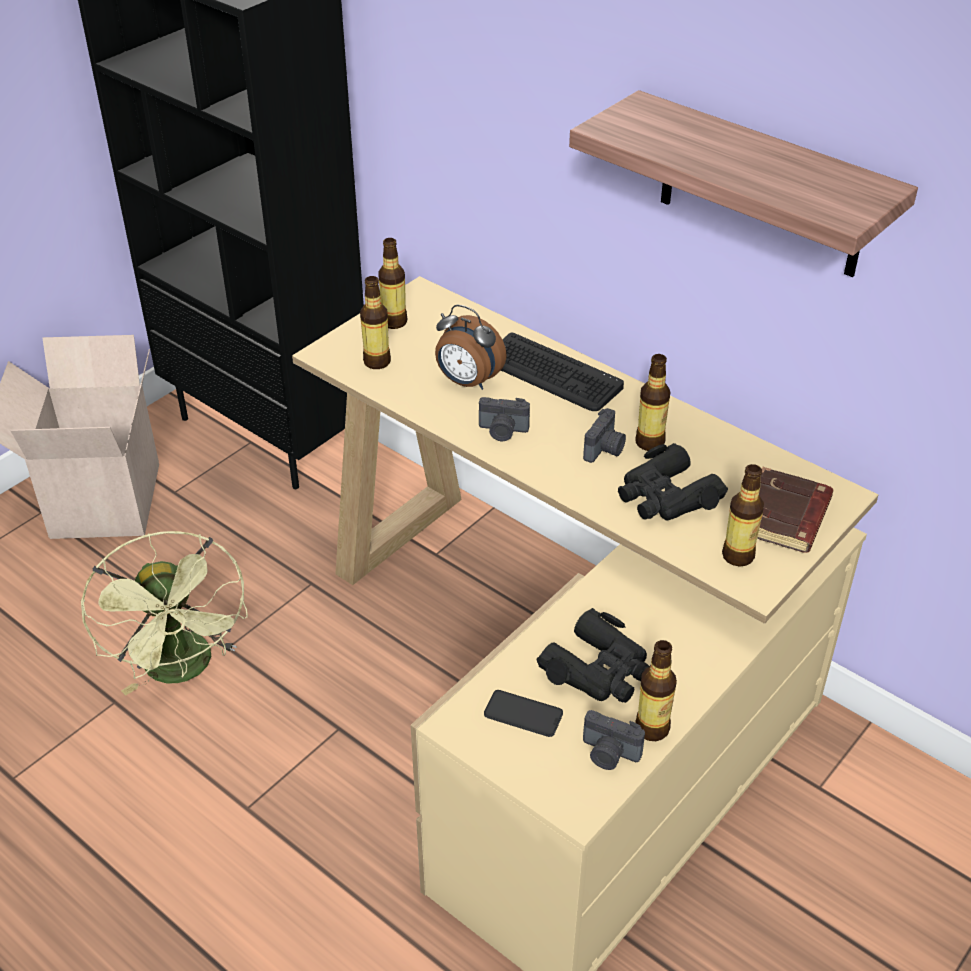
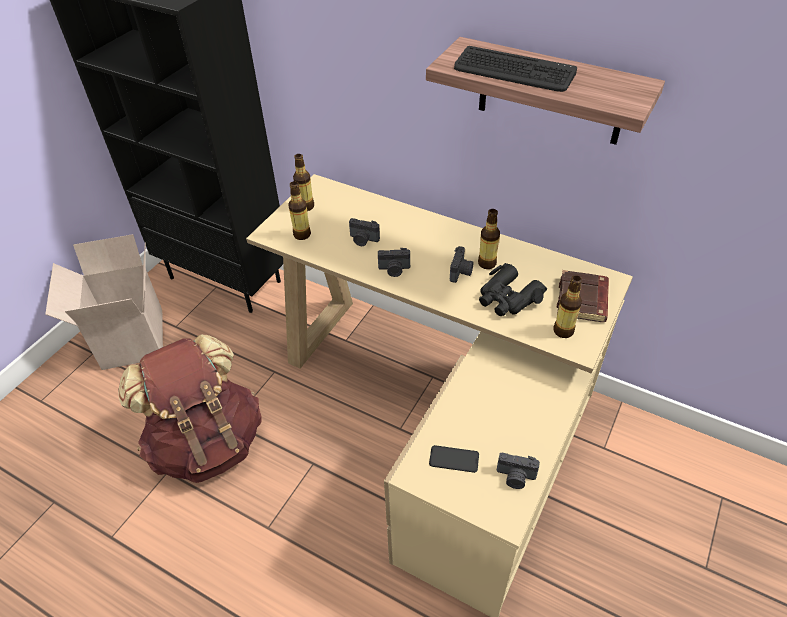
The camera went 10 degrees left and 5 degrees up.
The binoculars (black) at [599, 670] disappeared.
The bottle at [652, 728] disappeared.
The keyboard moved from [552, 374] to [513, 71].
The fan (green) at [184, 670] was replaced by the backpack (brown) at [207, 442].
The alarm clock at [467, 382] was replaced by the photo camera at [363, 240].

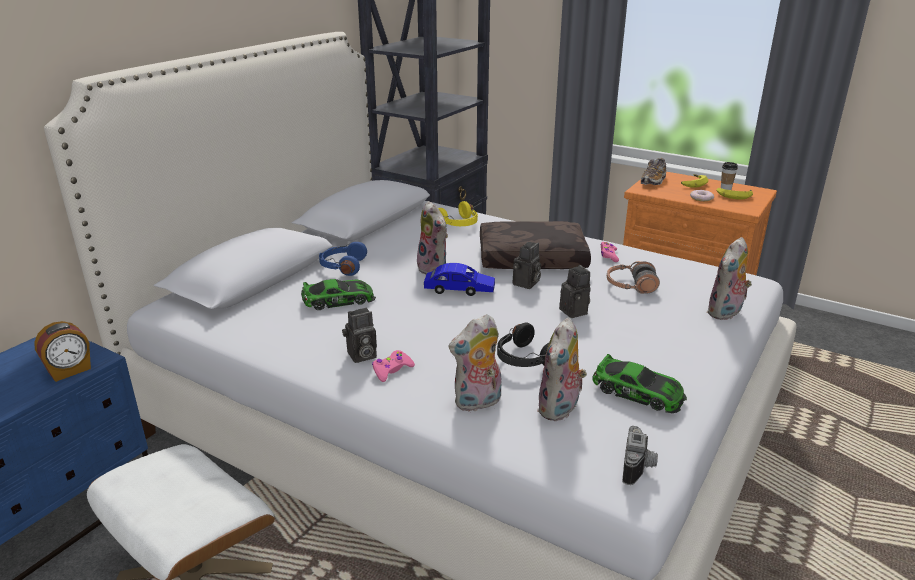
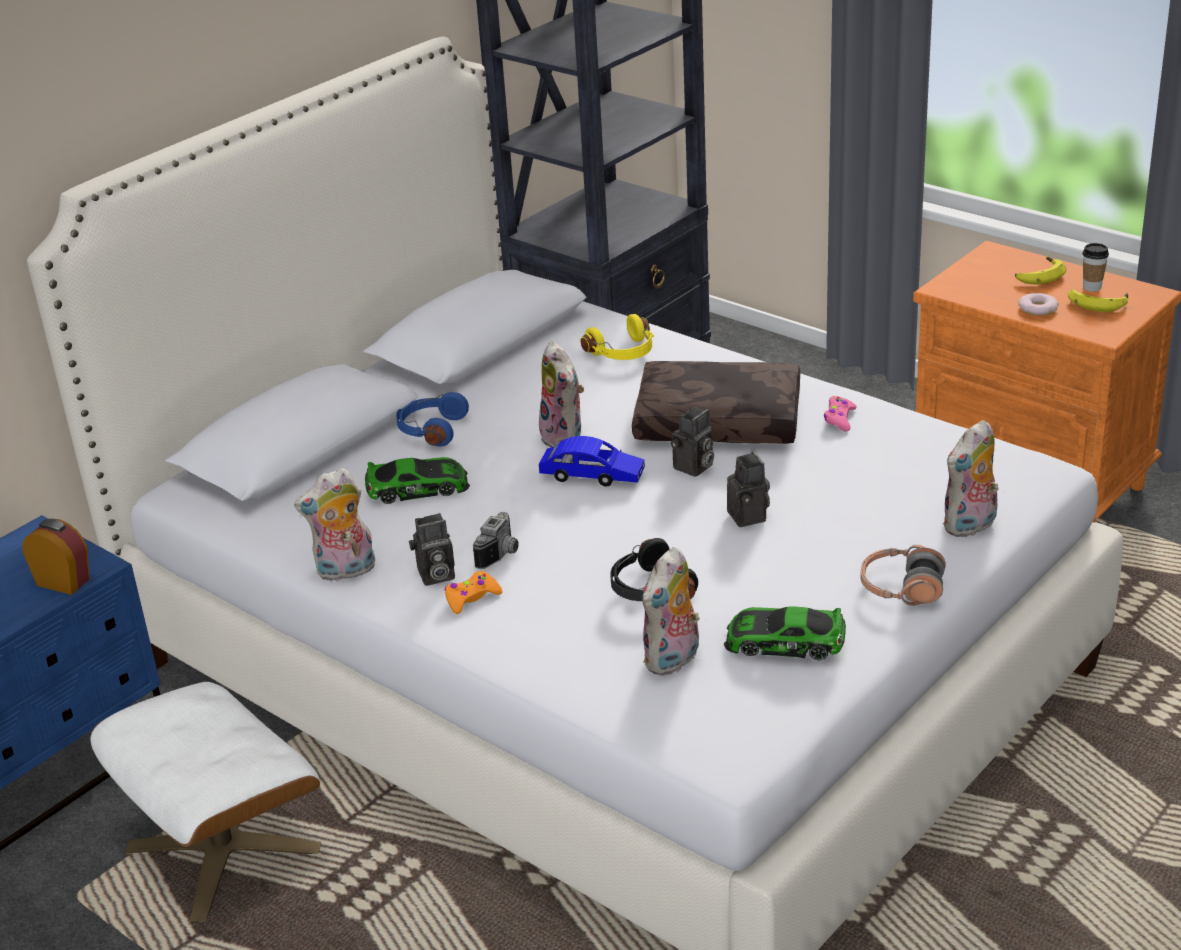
The camera went 10 degrees right and 5 degrees up.
The shoe at [653, 181] disappeared.
The plush toy moved from [478, 403] to [345, 571].
The headphones moved from [631, 286] to [901, 588].
The photo camera moved from [639, 467] to [502, 554].
The game controller (pink) at [392, 370] became the game controller (orange) at [471, 598].
The alarm clock at [70, 371] turned 120 degrees counterclockwise.
The toy car at [638, 392] turned 150 degrees clockwise.

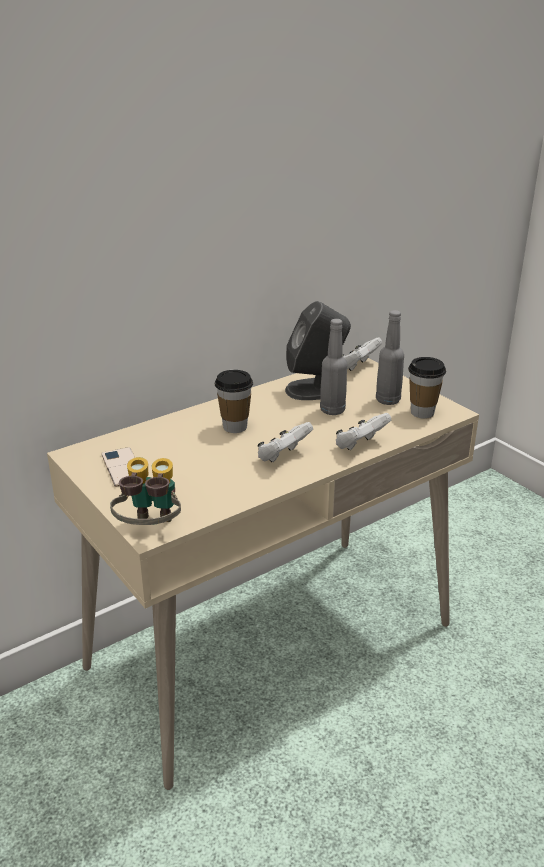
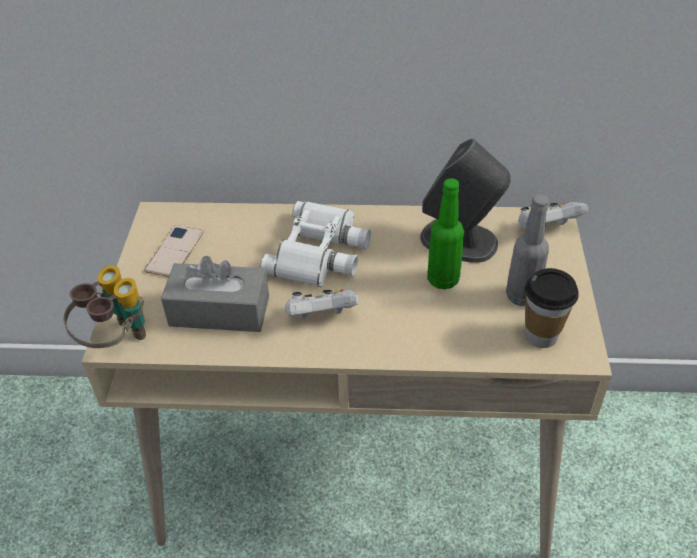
The camera went 40 degrees right and 15 degrees up.
The game controller (white) at [360, 445] disappeared.
The tissue box (grey) at [219, 311] appeared.
The cup at [235, 427] was replaced by the binoculars (white) at [321, 252].
The bottle (grey) at [332, 410] became the bottle (green) at [443, 279].

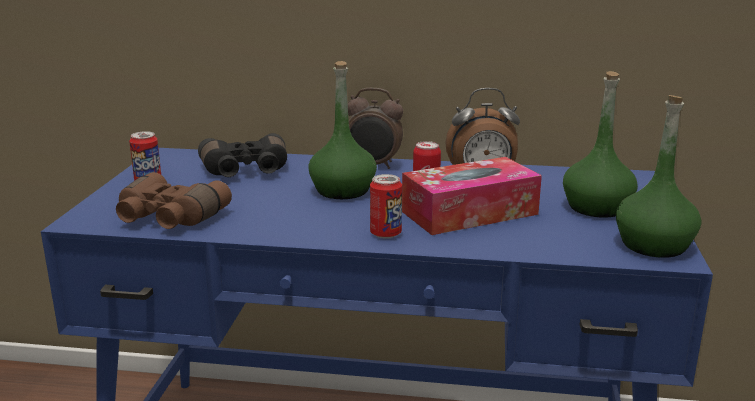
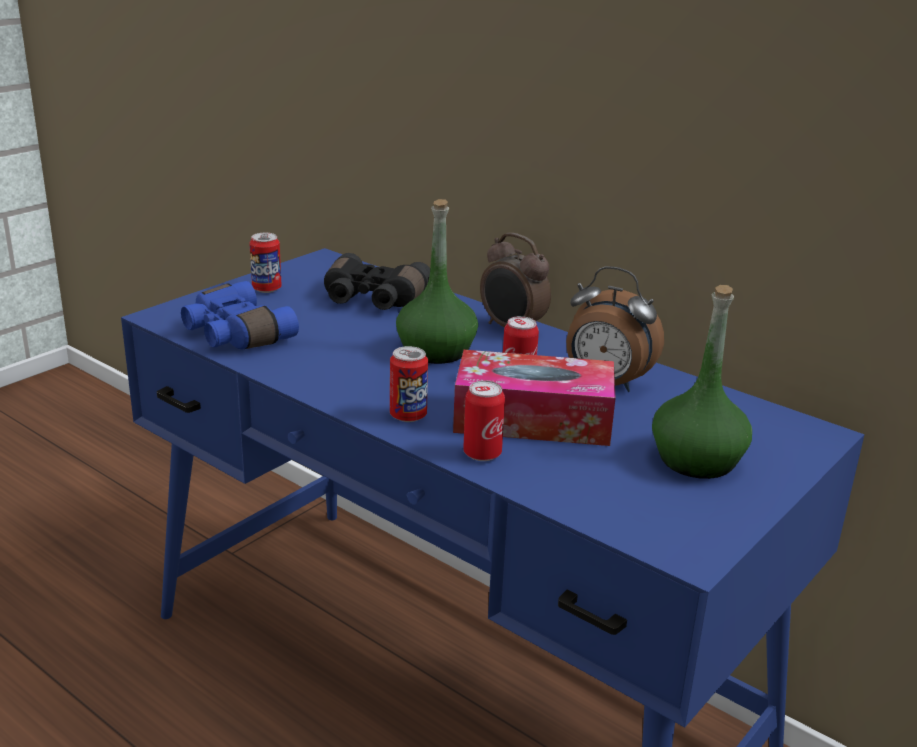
The camera went 30 degrees right and 5 degrees up.
The bottle (green) at [653, 245] disappeared.
The can at [482, 453] appeared.
The binoculars (brown) at [168, 218] became the binoculars (blue) at [234, 335].

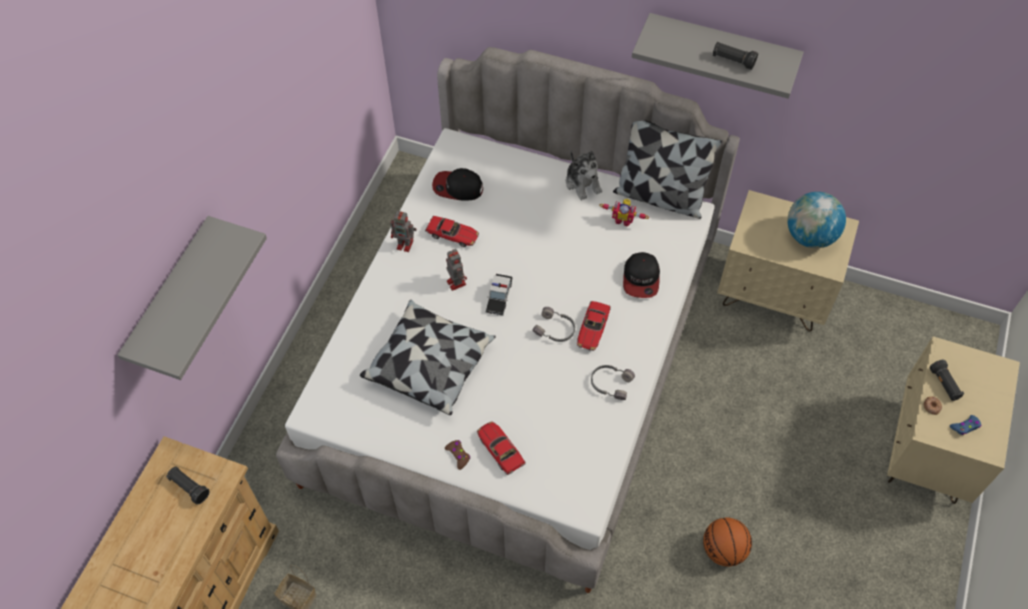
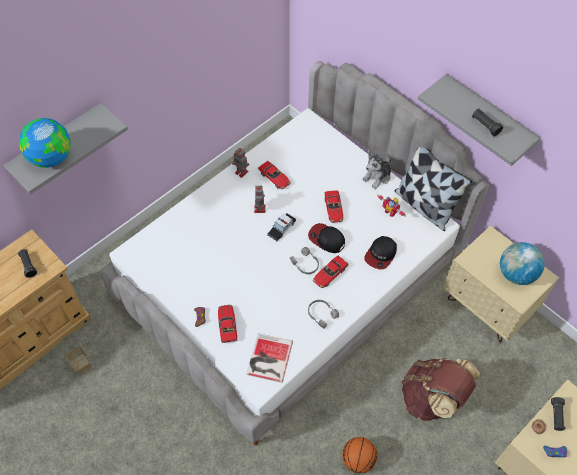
The camera went 25 degrees right and 0 degrees up.
The pillow at [430, 364] disappeared.
The globe at [51, 158] appeared.
The book at [268, 359] appeared.
The toy car at [333, 209] appeared.
The backpack (brown) at [432, 398] appeared.
The cap moved from [457, 187] to [326, 239].
The plush toy at [583, 183] turned 45 degrees clockwise.

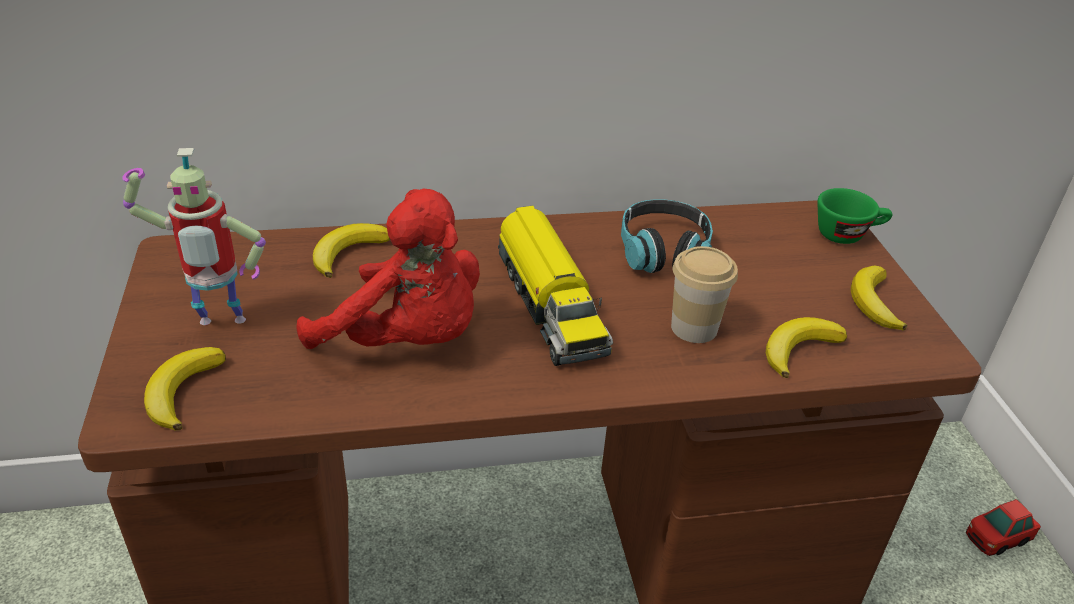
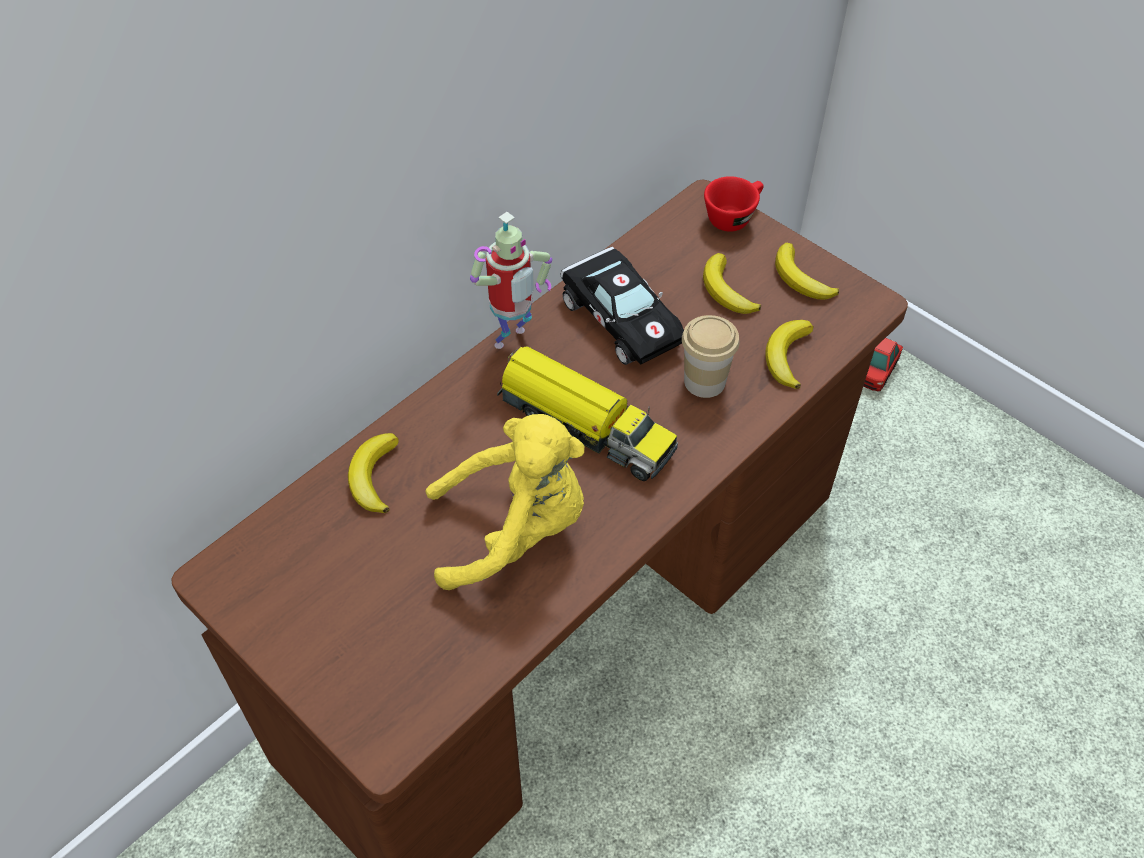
The camera went 35 degrees left and 15 degrees up.
The toy robot moved from [220, 325] to [513, 341].
The banana moved from [182, 392] to [726, 290].
The headphones at [663, 252] was replaced by the toy car (black) at [619, 317].
The plush toy (red) at [407, 340] became the plush toy (yellow) at [515, 530].
The cup (green) at [847, 234] became the cup (red) at [733, 216].

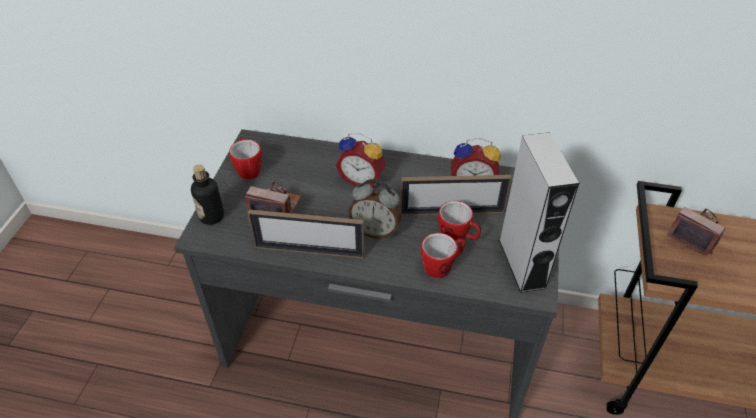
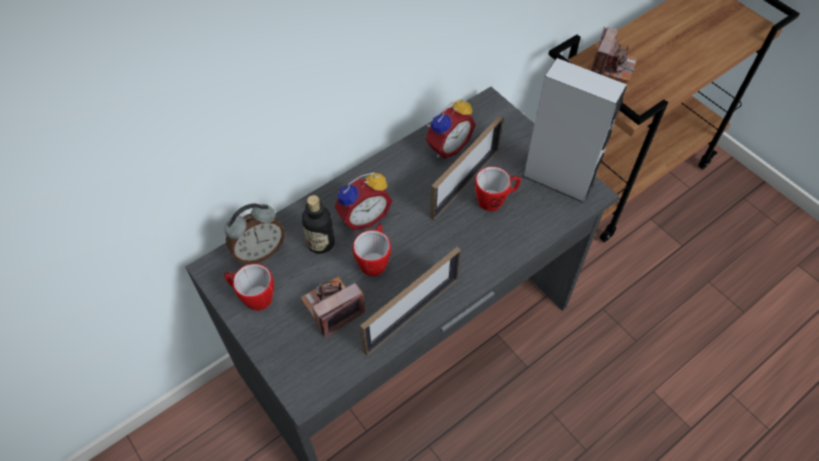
The camera went 50 degrees left and 10 degrees up.
The bottle moved from [212, 216] to [321, 243].
The alarm clock moved from [375, 230] to [259, 251].
The mug moved from [442, 266] to [375, 260].
The photo camera at [694, 235] turned 120 degrees clockwise.

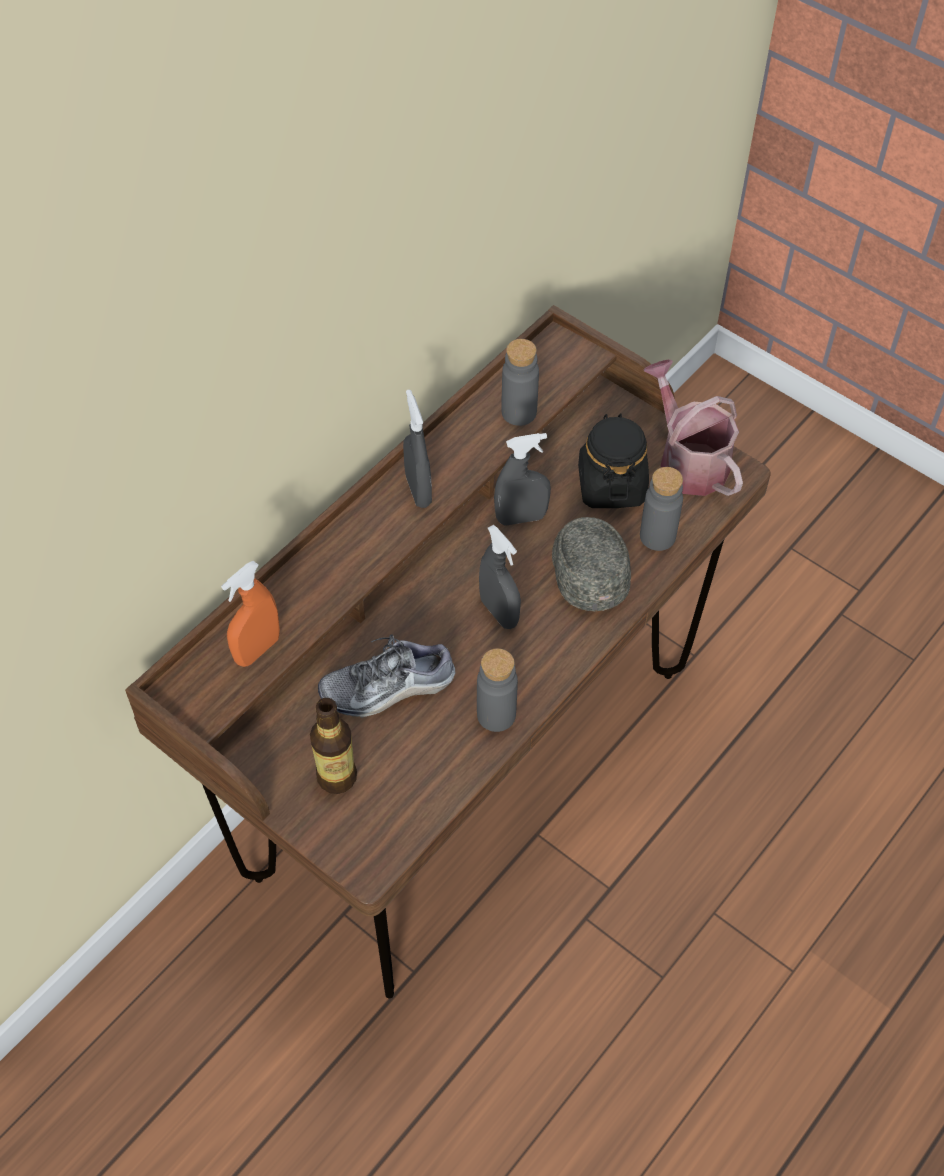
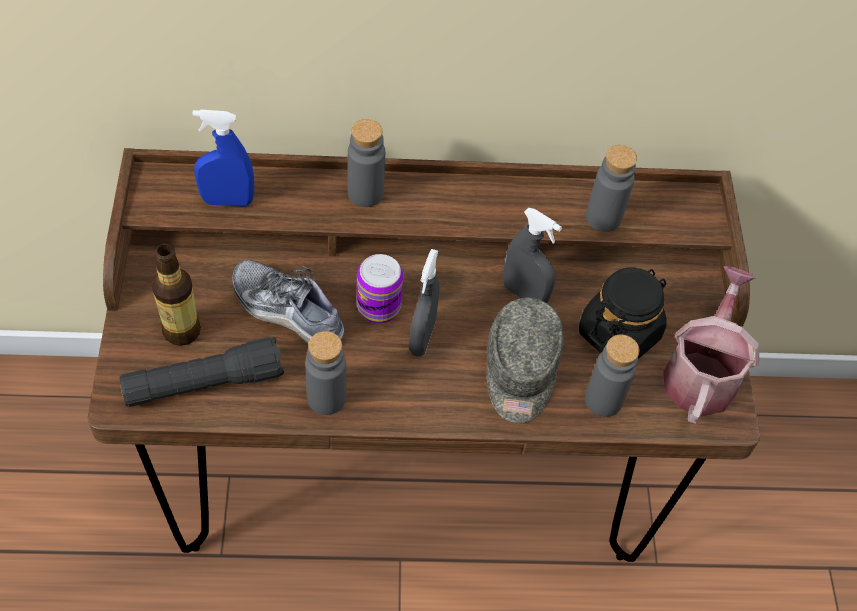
The camera went 45 degrees right and 0 degrees up.
The spray bottle (grey) at [418, 490] disappeared.
The flashlight (black) at [204, 384] appeared.
The bottle (grey) at [365, 193] appeared.
The can at [378, 307] appeared.
The spray bottle (orange) at [257, 650] became the spray bottle (blue) at [227, 201].
The cap (grey) at [587, 570] turned 150 degrees clockwise.

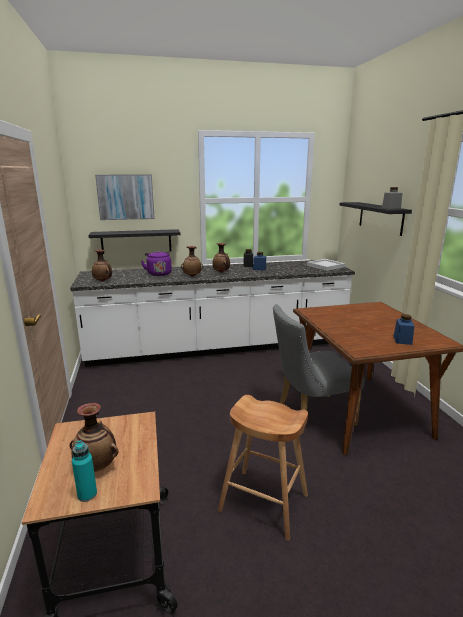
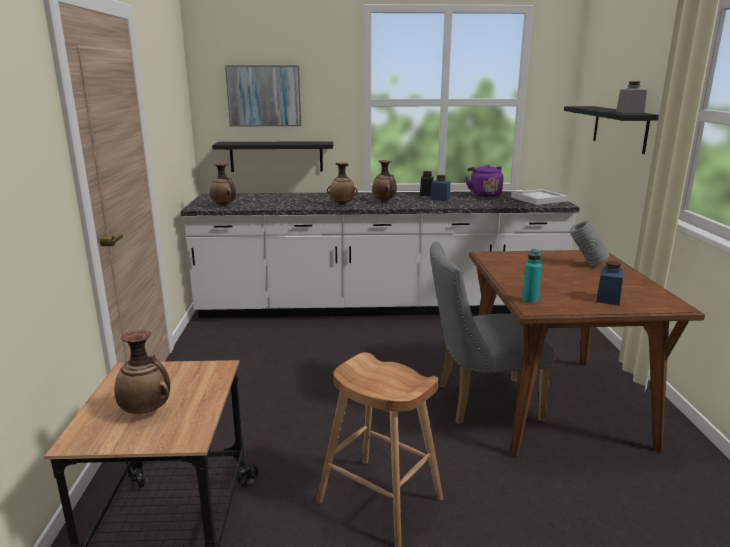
The camera went 10 degrees right and 0 degrees up.
The vase (grey) at [586, 264] appeared.
The bottle (turquoise) moved from [87, 494] to [529, 300].
The kettle (purple) moved from [158, 273] to [484, 195].

